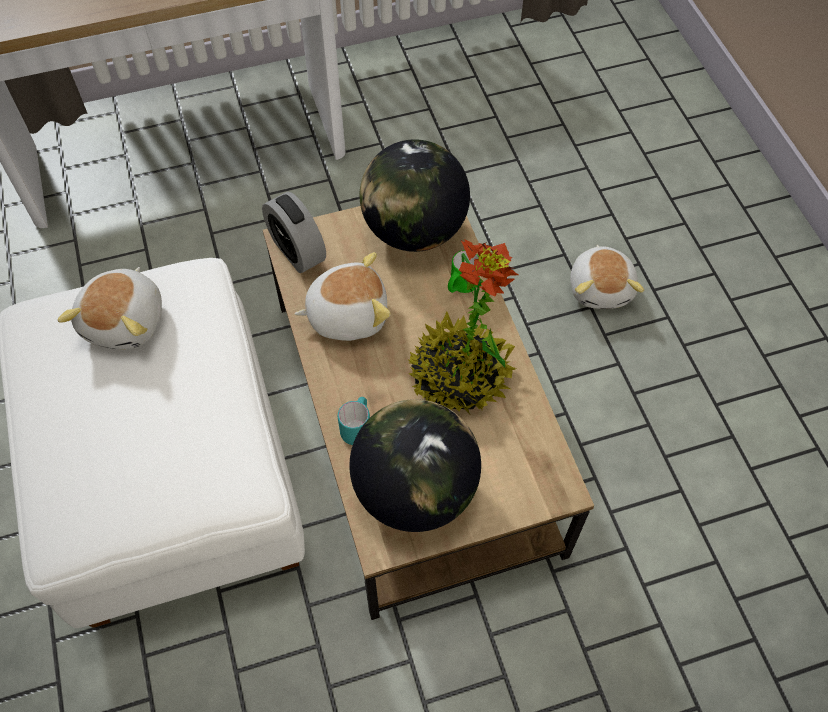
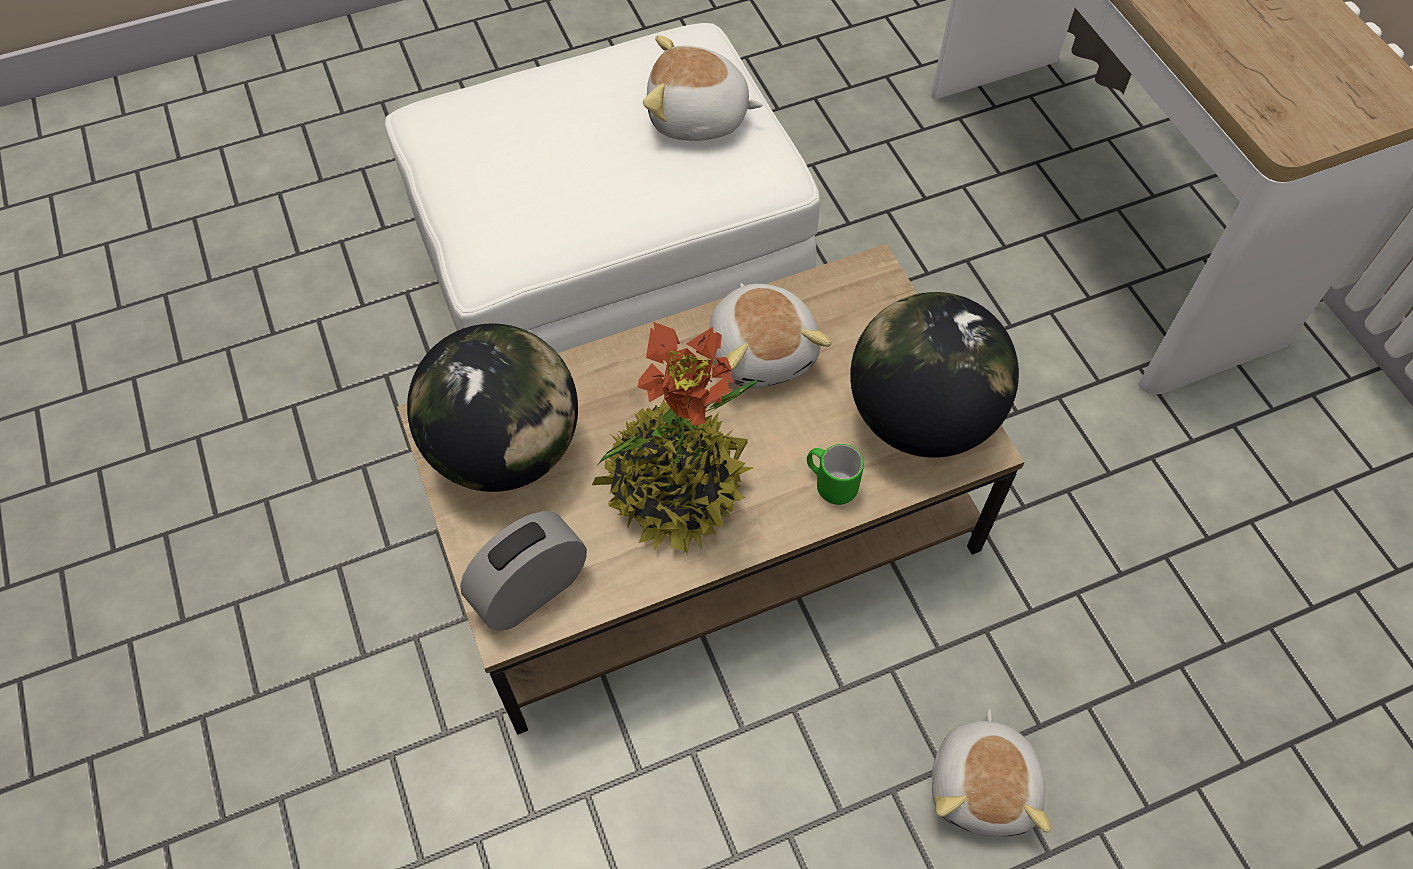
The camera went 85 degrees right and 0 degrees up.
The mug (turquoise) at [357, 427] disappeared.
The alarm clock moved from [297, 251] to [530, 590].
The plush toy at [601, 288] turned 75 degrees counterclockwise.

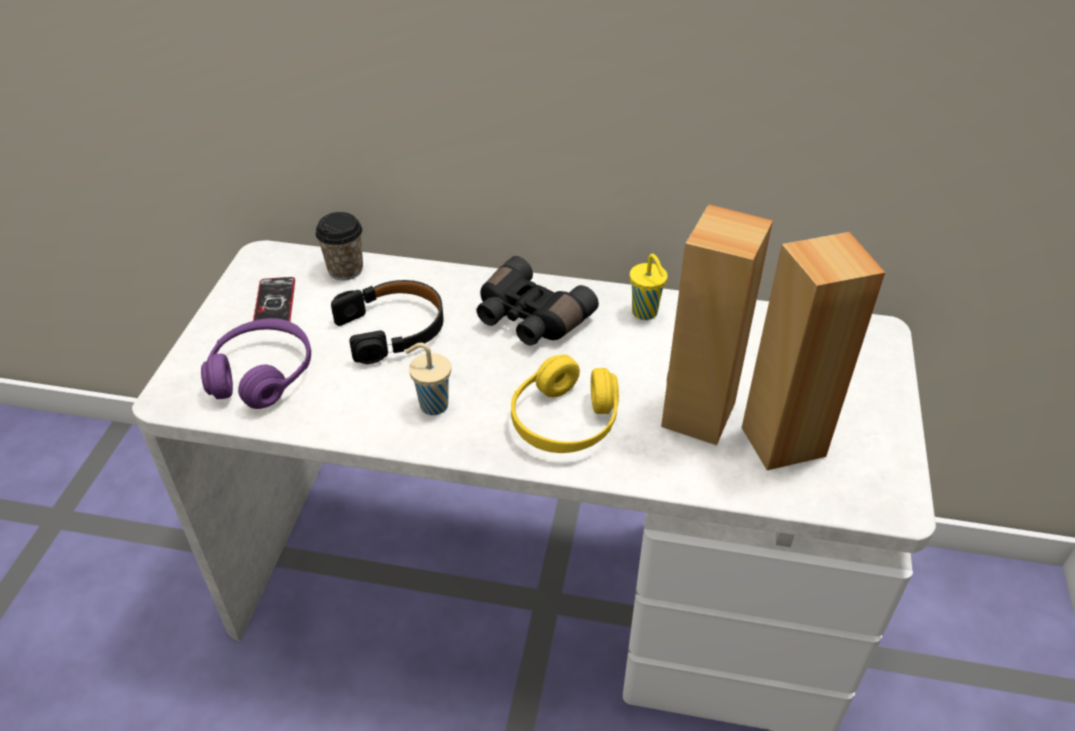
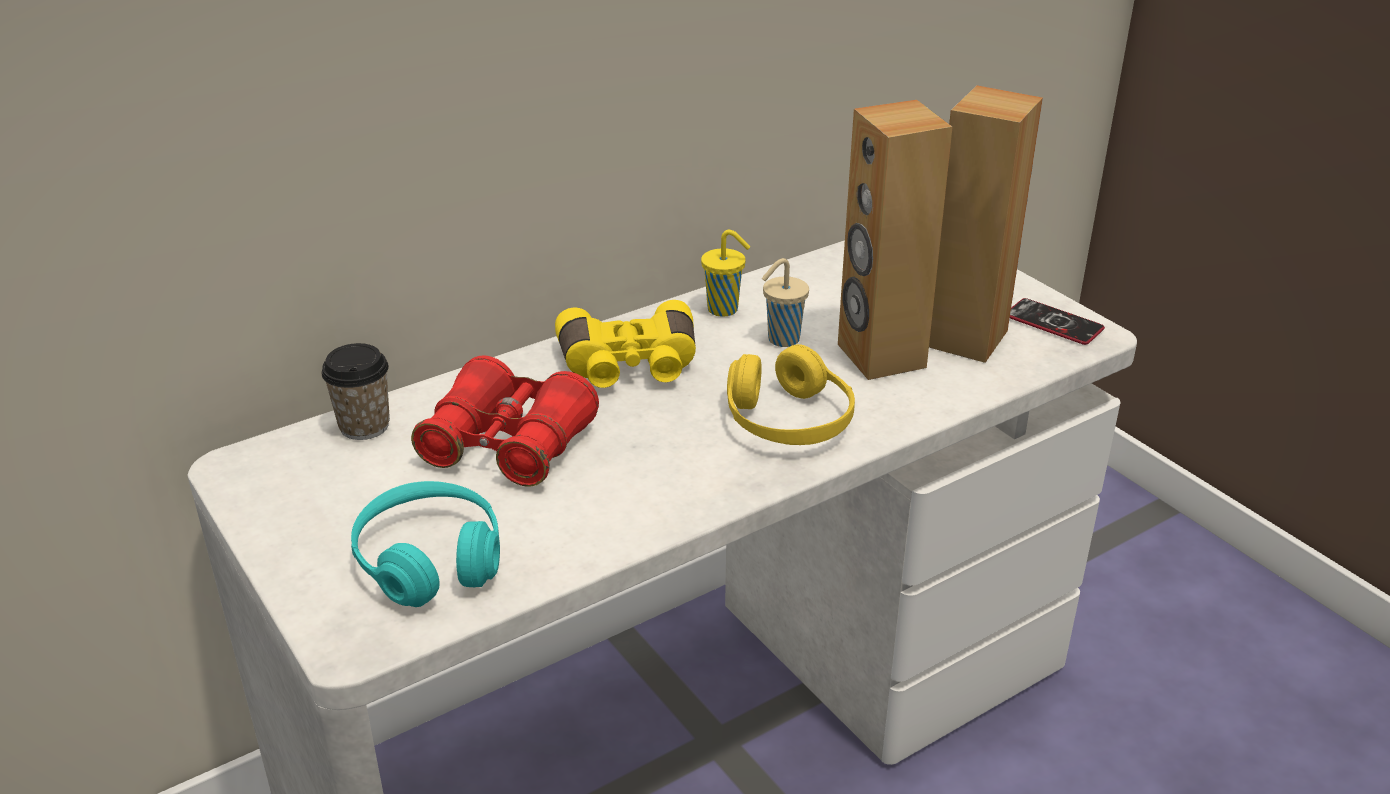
The camera went 45 degrees left and 10 degrees down.
The phone moved from [274, 303] to [1053, 323].
The cup (beige) moved from [432, 405] to [781, 340].
The headphones (black) at [393, 329] was replaced by the binoculars (red) at [508, 445].
The headphones (purple) at [262, 375] became the headphones (turquoise) at [430, 561].
The binoculars (black) at [529, 318] became the binoculars (yellow) at [629, 366].

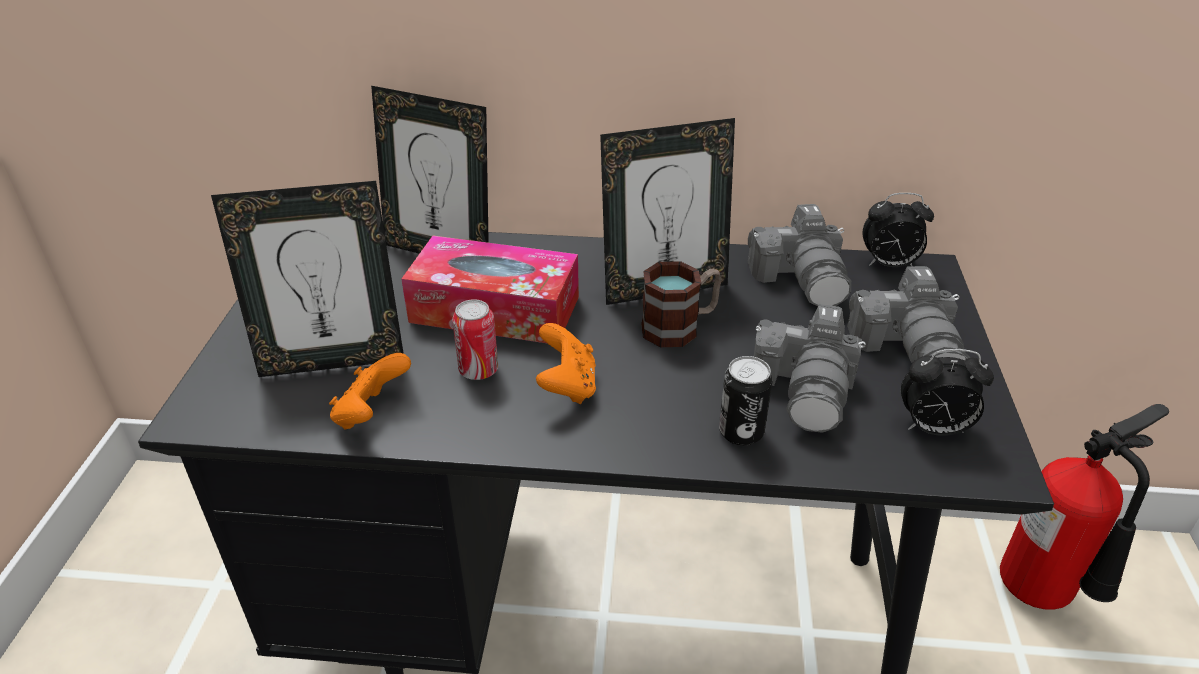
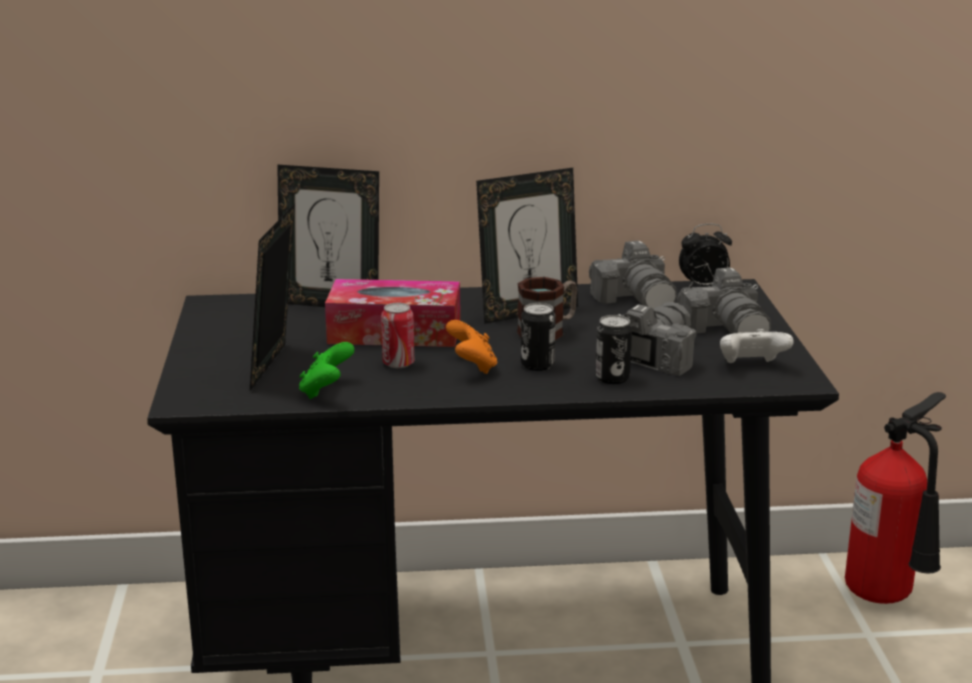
The camera went 10 degrees left and 15 degrees down.
The can at [537, 365] appeared.
The alarm clock at [933, 429] was replaced by the game controller (white) at [751, 366].
The game controller (orange) at [371, 414] became the game controller (green) at [326, 391].
The picture frame at [333, 361] turned 120 degrees clockwise.
The photo camera at [807, 389] turned 150 degrees counterclockwise.

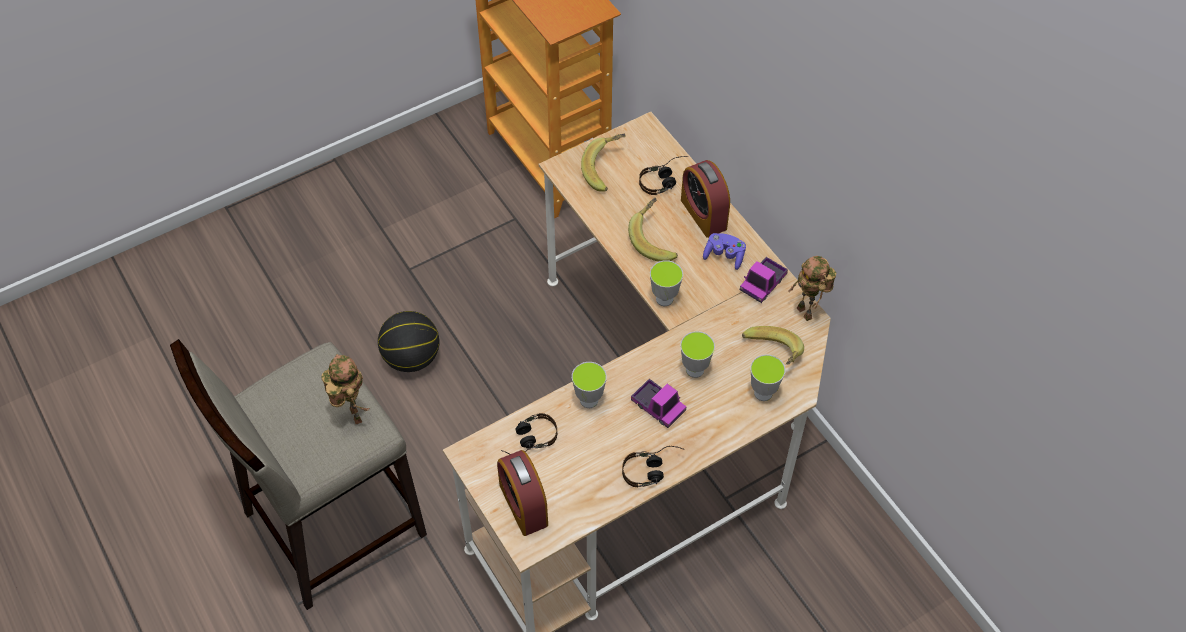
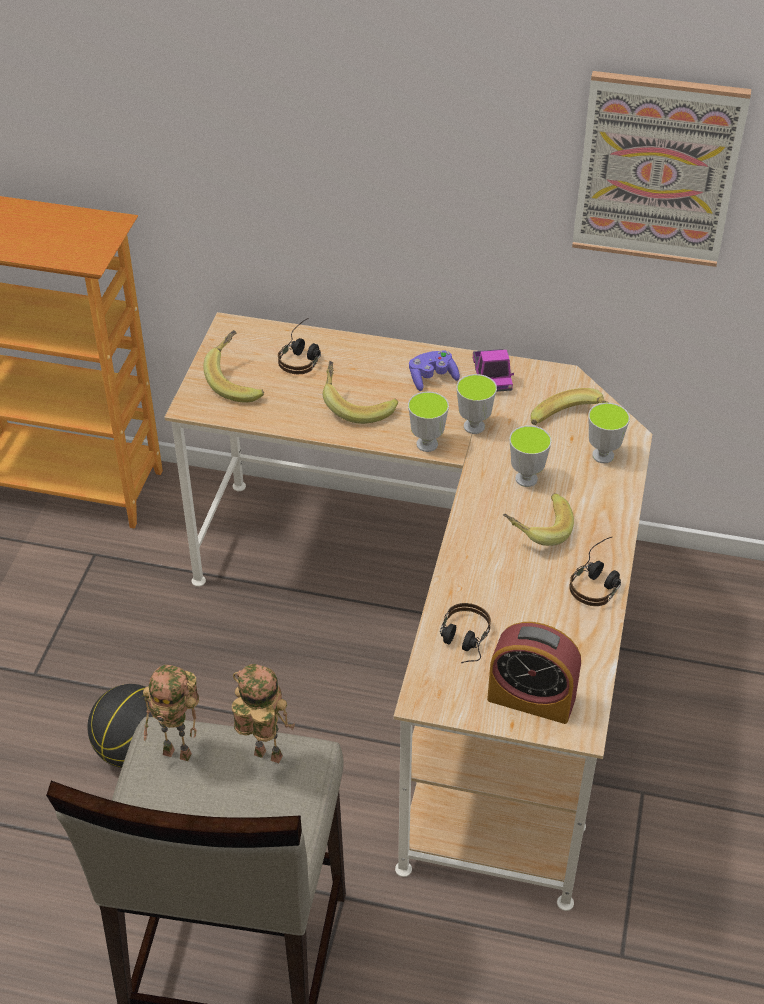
The camera went 45 degrees left and 10 degrees down.
The alarm clock at [703, 214] disappeared.
The picture at [657, 169] appeared.
The cup moved from [589, 400] to [474, 426].
The toy robot moved from [807, 313] to [180, 751].
The toy truck at [658, 407] was replaced by the banana at [536, 529].

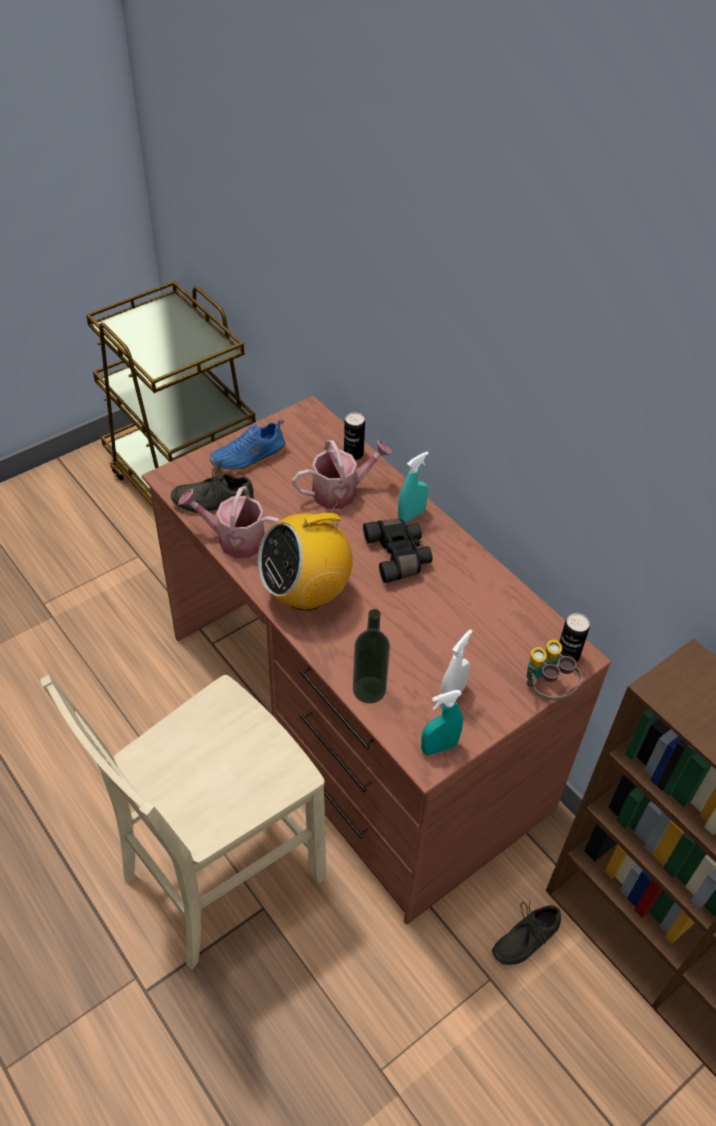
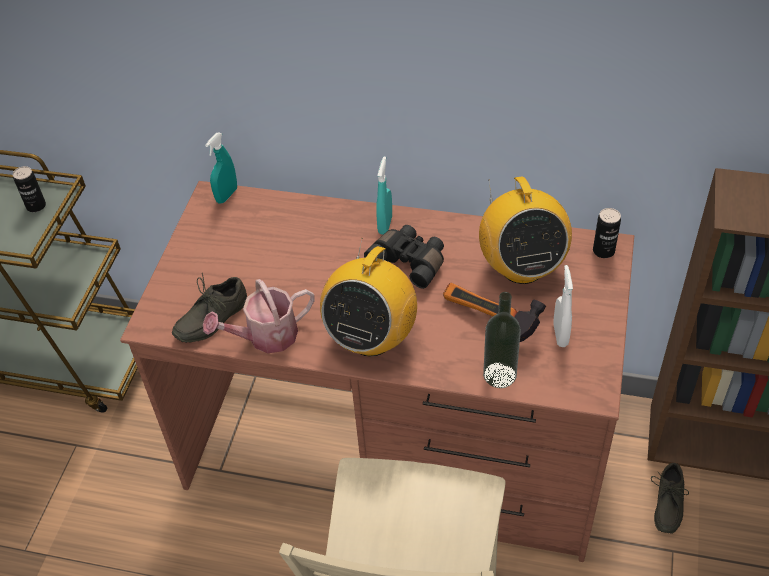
The camera went 35 degrees left and 0 degrees up.
The shoe (blue) at [249, 459] disappeared.
The watering can at [341, 491] disappeared.
The binoculars at [546, 690] disappeared.
The hammer at [486, 324] appeared.
The radio at [521, 267] appeared.
The can moved from [353, 454] to [36, 206].
The spray bottle (turquoise) moved from [439, 747] to [226, 195].

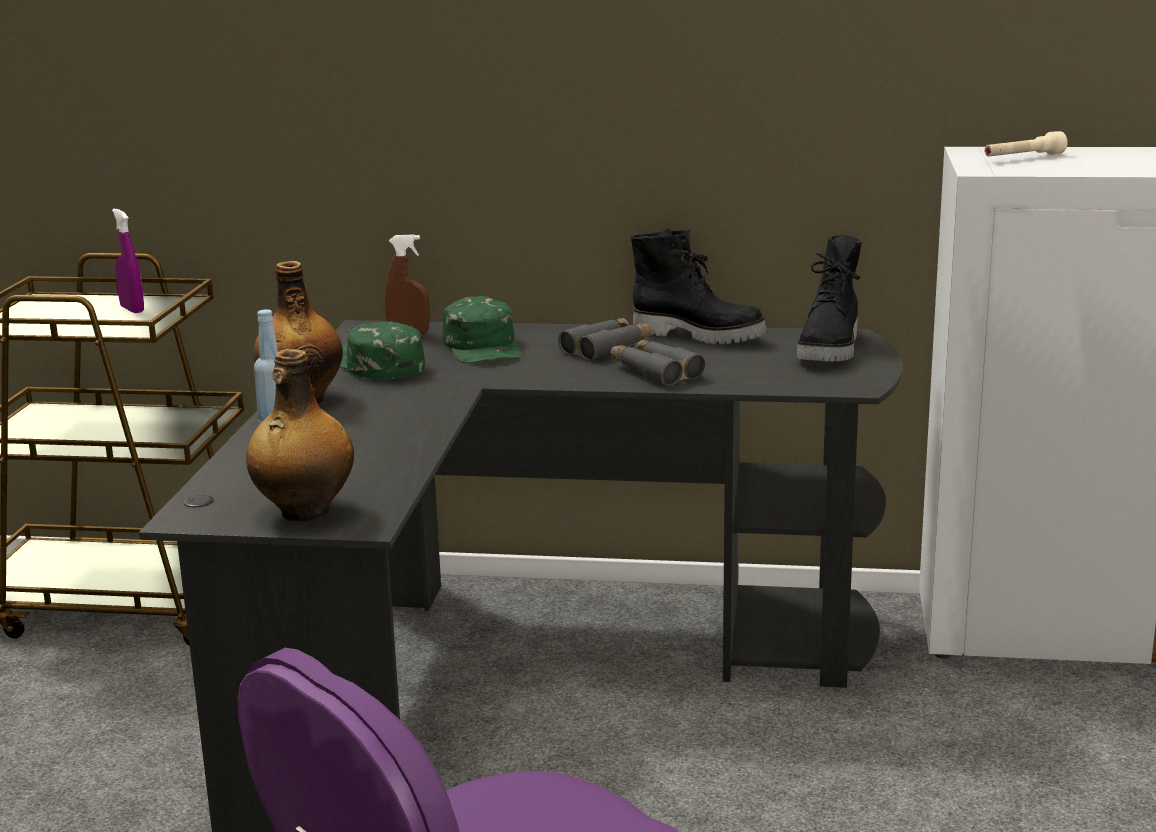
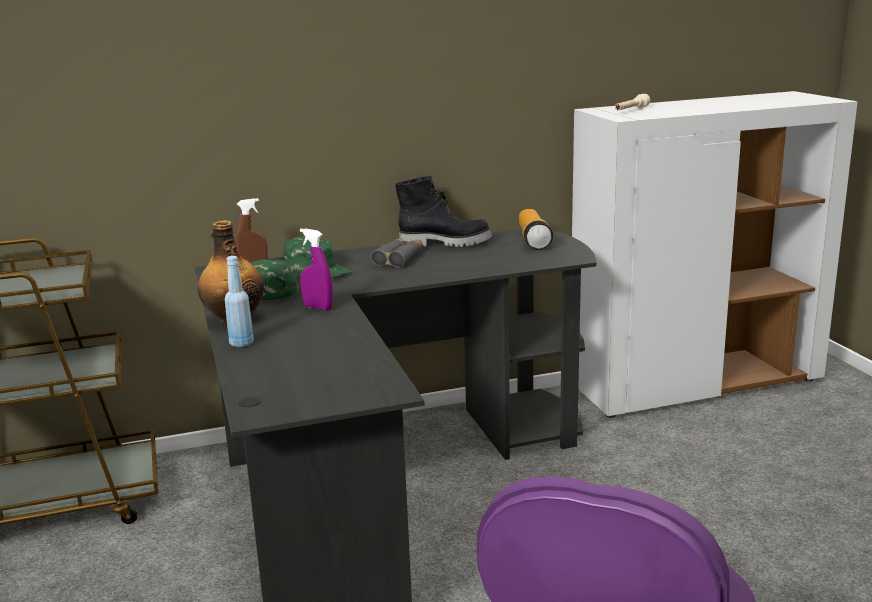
The camera went 25 degrees left and 0 degrees up.
The bottle at [304, 512] disappeared.
The binoculars (grey) at [655, 372] disappeared.
The spray bottle (purple) moved from [132, 309] to [318, 308].
The boot (black) at [831, 350] was replaced by the flashlight at [533, 240].

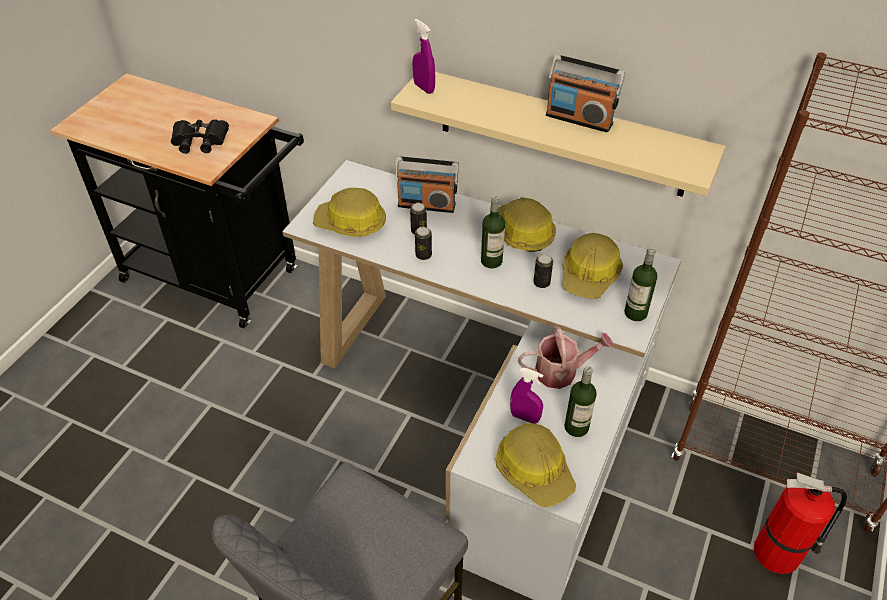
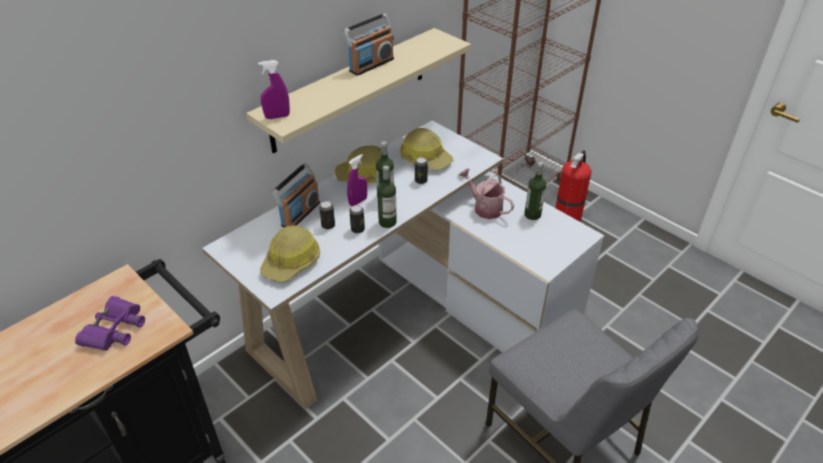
The camera went 70 degrees left and 5 degrees down.
The hard hat at [534, 470] disappeared.
The spray bottle (purple) moved from [524, 417] to [358, 201].
The bottle moved from [635, 313] to [387, 222].
The binoculars (black) at [200, 141] became the binoculars (purple) at [114, 329].
The watering can at [561, 372] turned 60 degrees counterclockwise.

